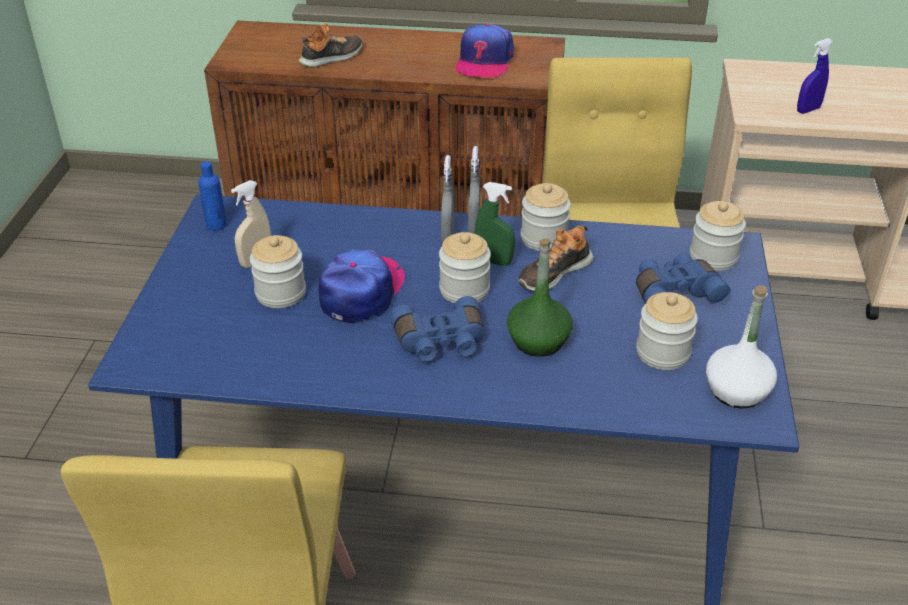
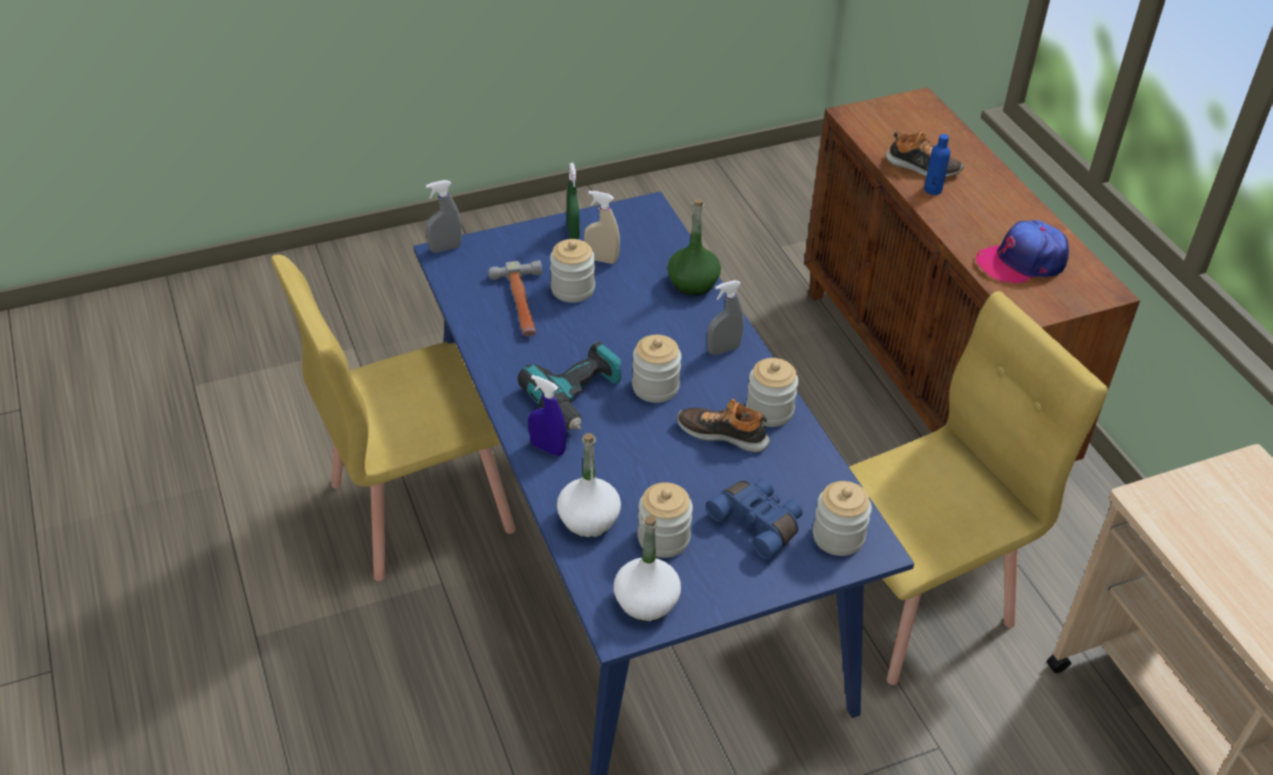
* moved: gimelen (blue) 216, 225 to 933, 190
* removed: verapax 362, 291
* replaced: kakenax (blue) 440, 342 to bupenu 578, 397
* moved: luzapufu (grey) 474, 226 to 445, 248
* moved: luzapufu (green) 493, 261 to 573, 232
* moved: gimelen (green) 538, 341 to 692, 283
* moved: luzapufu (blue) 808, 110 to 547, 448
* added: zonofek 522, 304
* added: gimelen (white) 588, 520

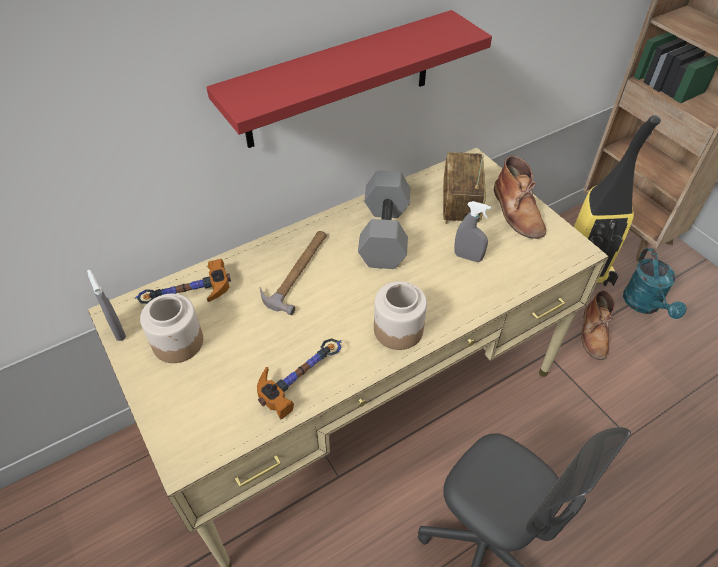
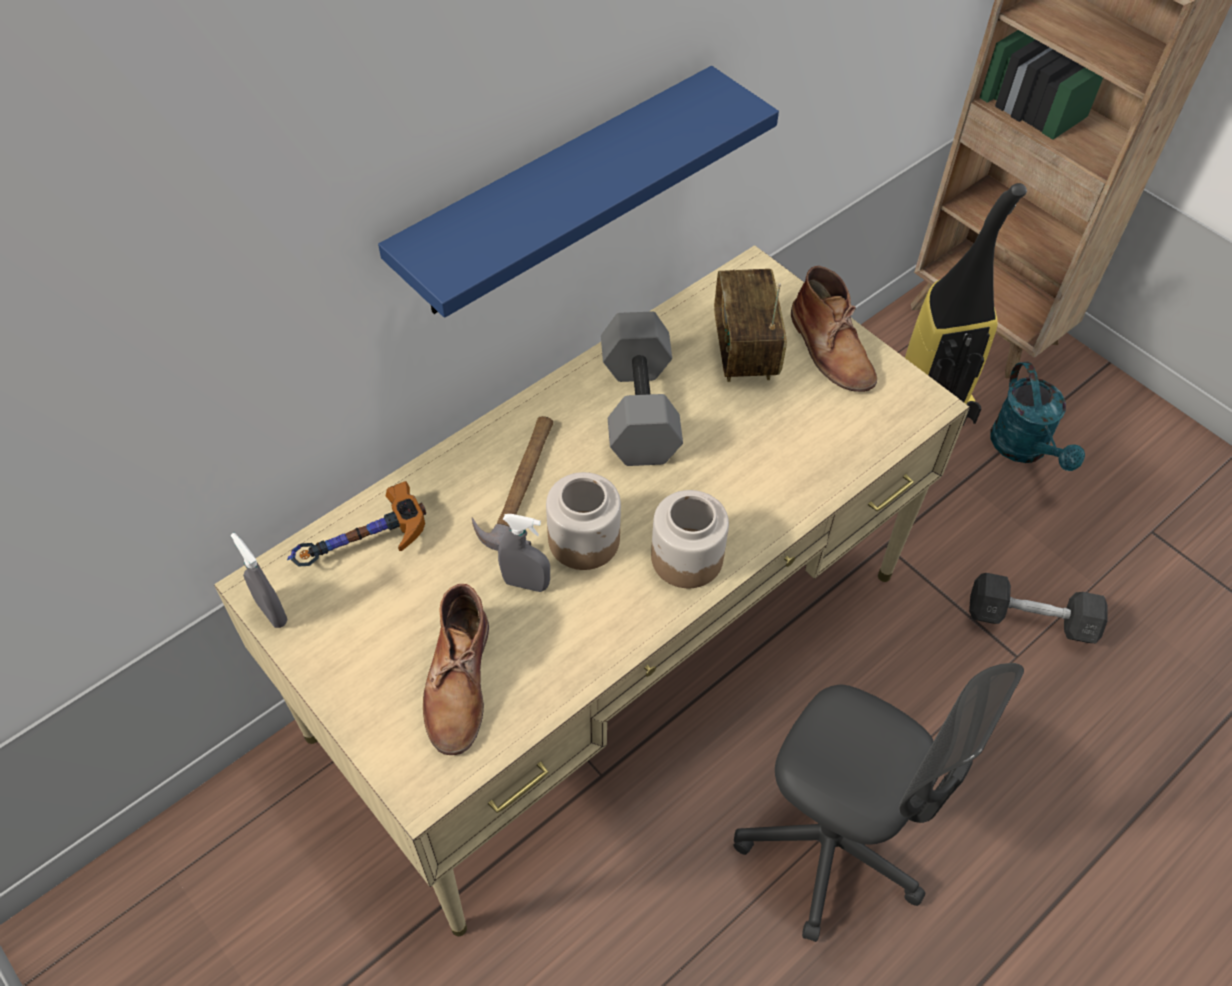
* moved: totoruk 178, 342 to 584, 539
* recoloured: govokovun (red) 339, 80 to govokovun (blue) 557, 195
* removed: zonofek 302, 376
* moved: luzapufu (grey) 468, 257 to 526, 583
* moved: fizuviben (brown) 594, 333 to 458, 682
* added: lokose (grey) 1030, 619

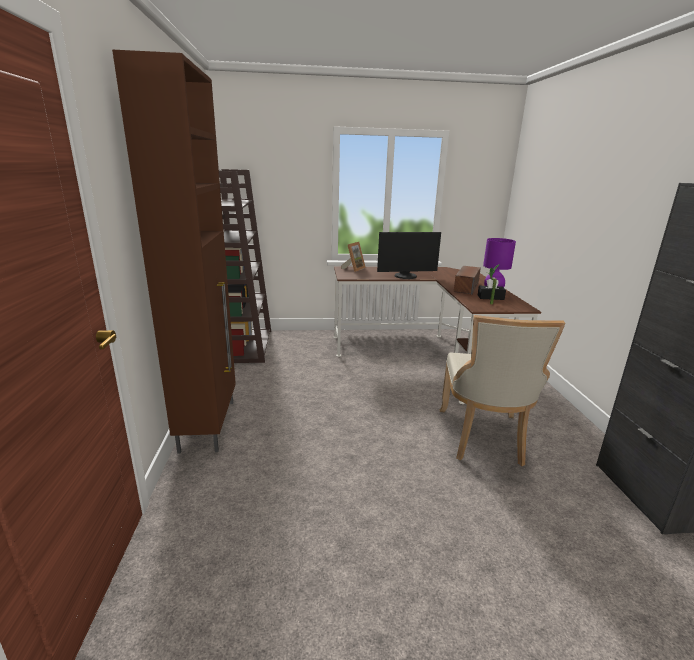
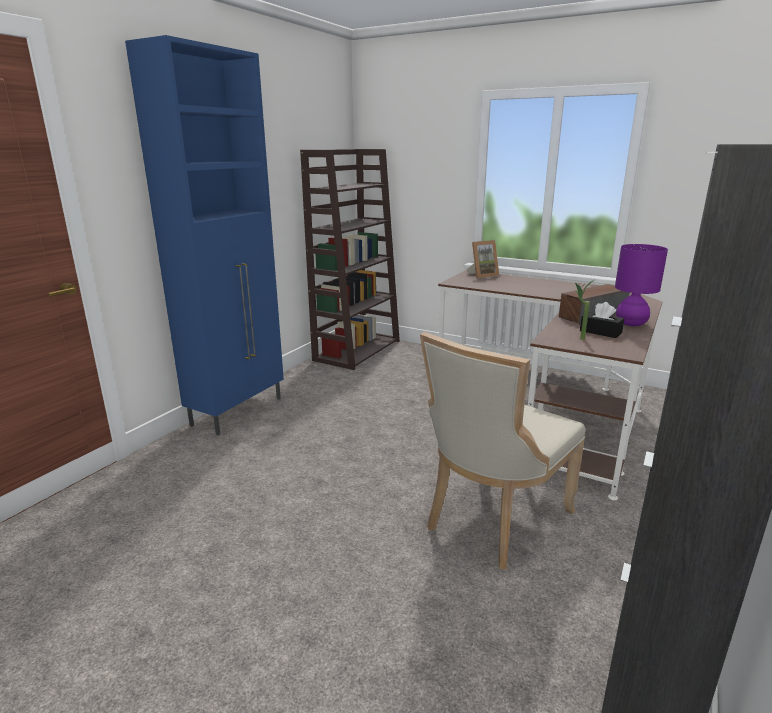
* recoloured: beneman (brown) 209, 424 to beneman (blue) 239, 411
* removed: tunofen 406, 276

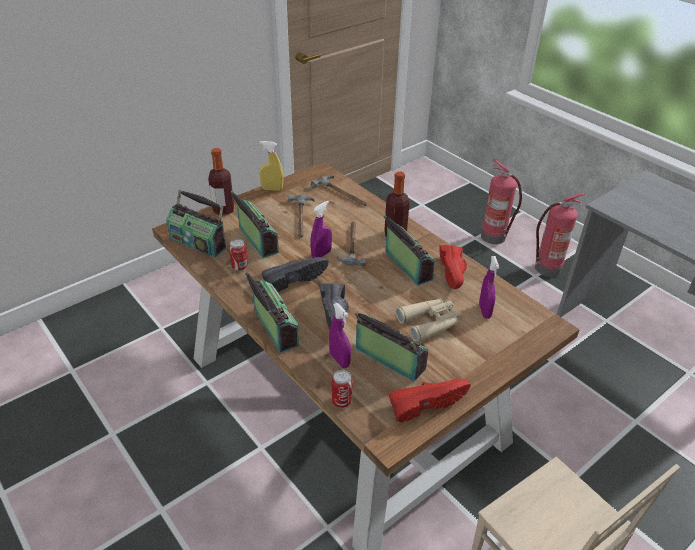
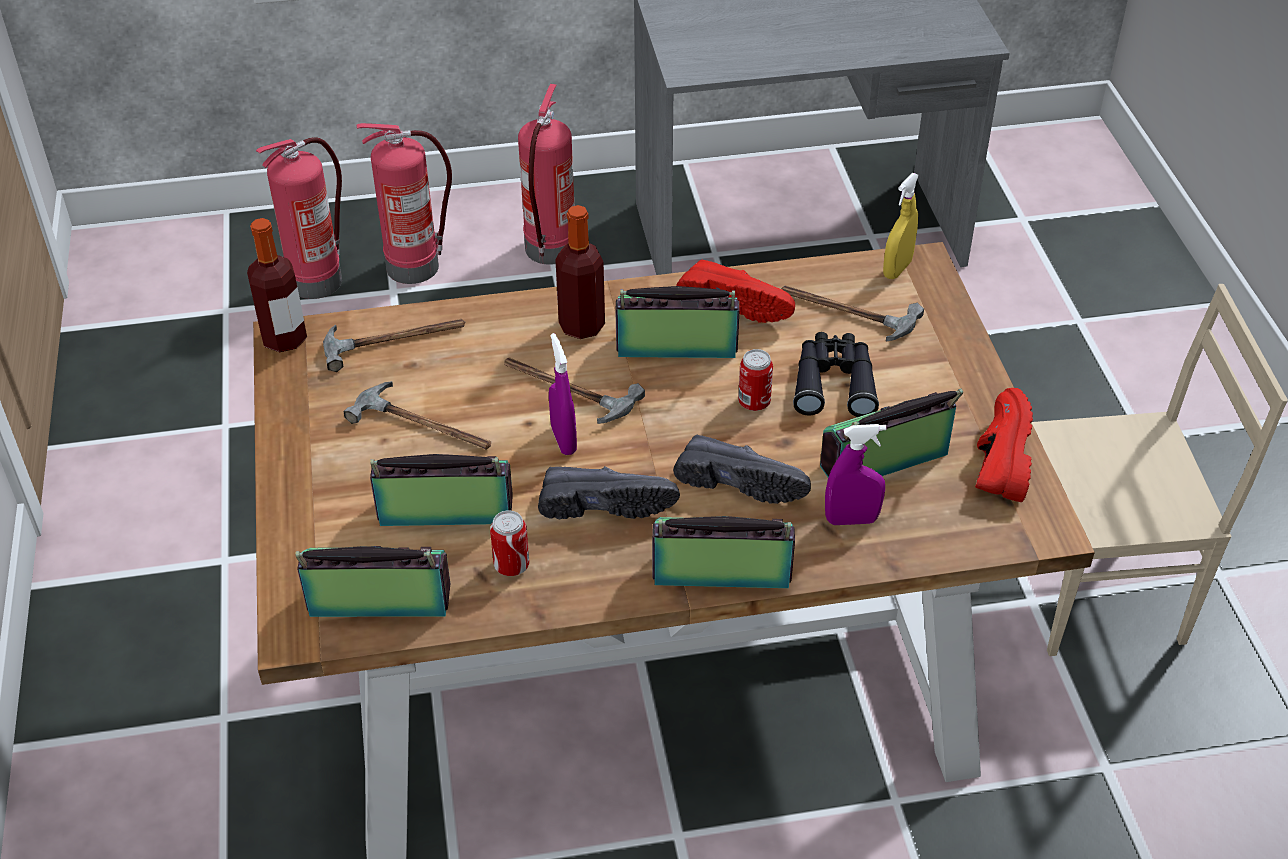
* turned: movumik 199, 242 = 379, 604 150 degrees counterclockwise
* moved: gimelen 223, 210 to 284, 339
* moved: luzapufu (yellow) 272, 189 to 897, 269
* turned: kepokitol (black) 293, 279 = 606, 502 90 degrees clockwise
* moved: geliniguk 341, 401 to 754, 402
* recoloured: kakenax (beige) 430, 323 to kakenax (black) 834, 382
* replaced: luzapufu (purple) 484, 311 to zonofek 846, 313
* added: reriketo 317, 280

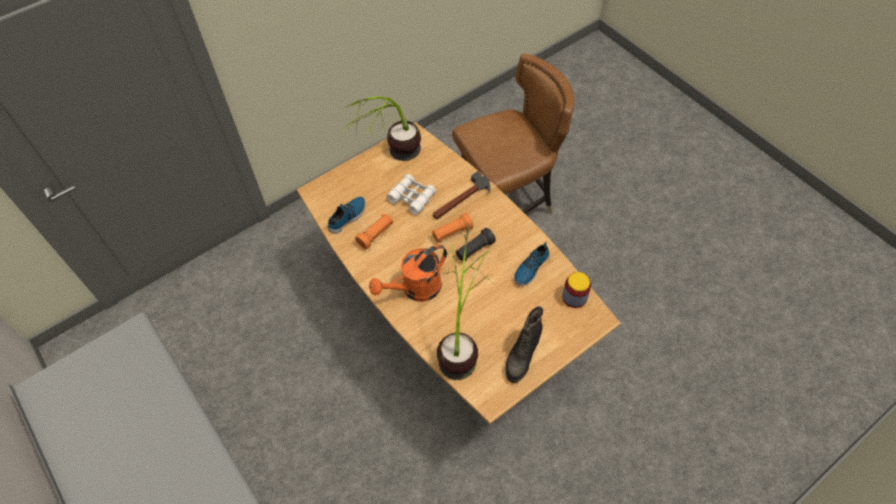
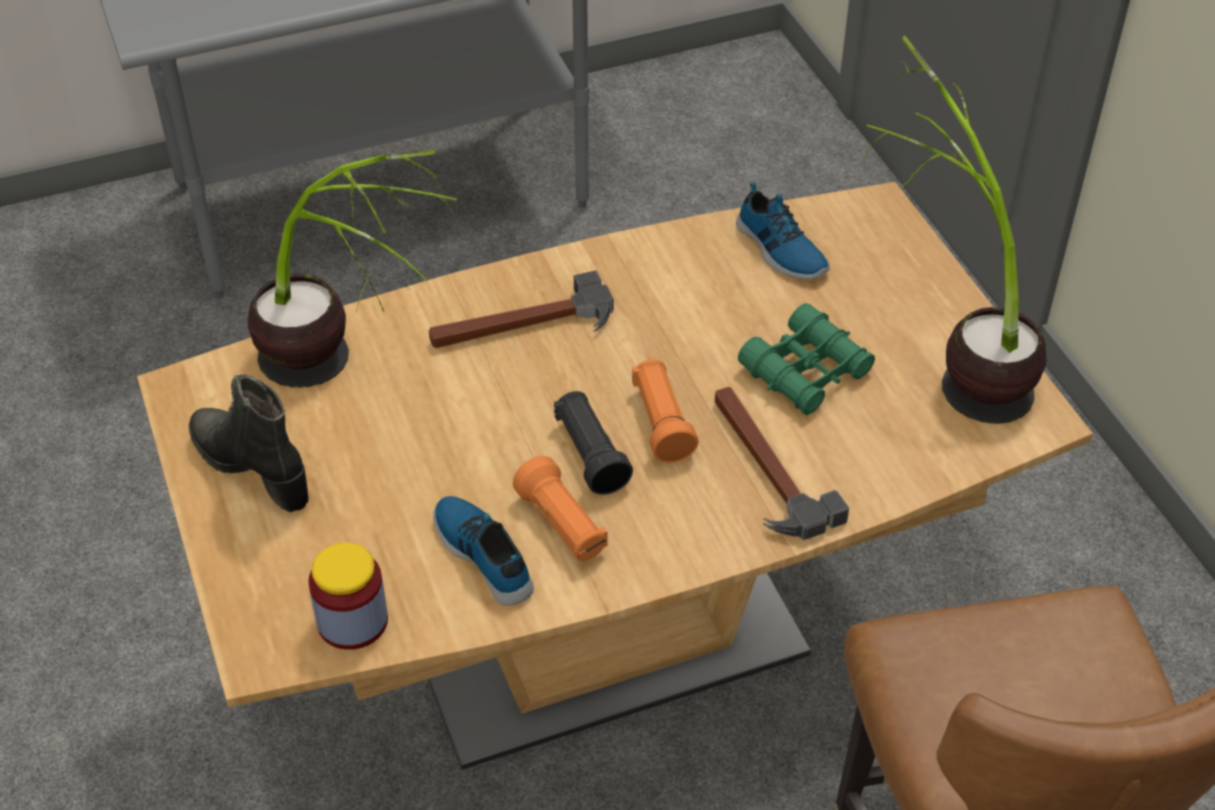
* moved: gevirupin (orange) 376, 235 to 562, 526
* replaced: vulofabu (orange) 415, 289 to zonofek 522, 325
* recoloured: kakenax (white) 412, 197 to kakenax (green) 805, 371

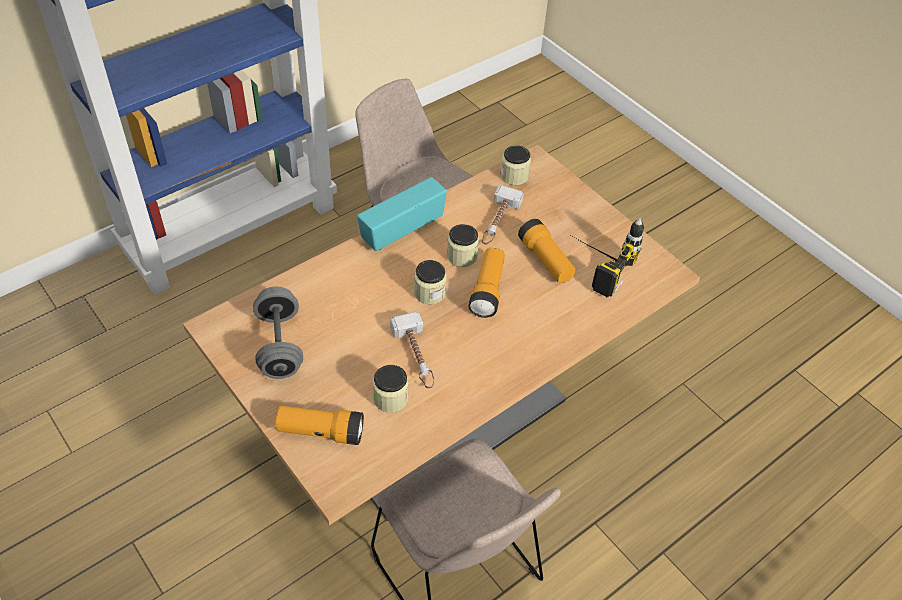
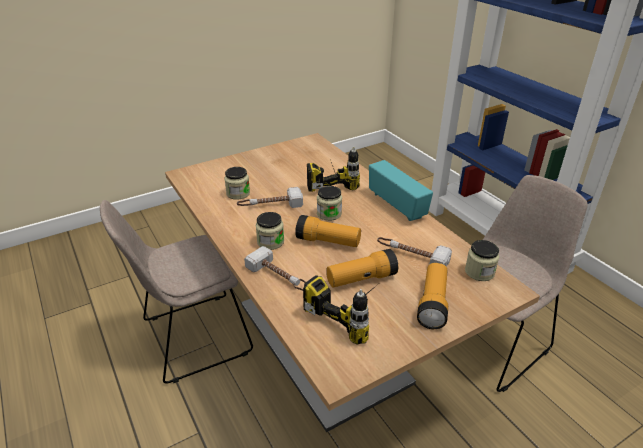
* removed: lokose (grey) 280, 345
* moved: gevirupin 321, 432 to 432, 304
* moved: totoruk 462, 256 to 270, 242
* added: zonofek 280, 277
* added: bupenu 330, 180

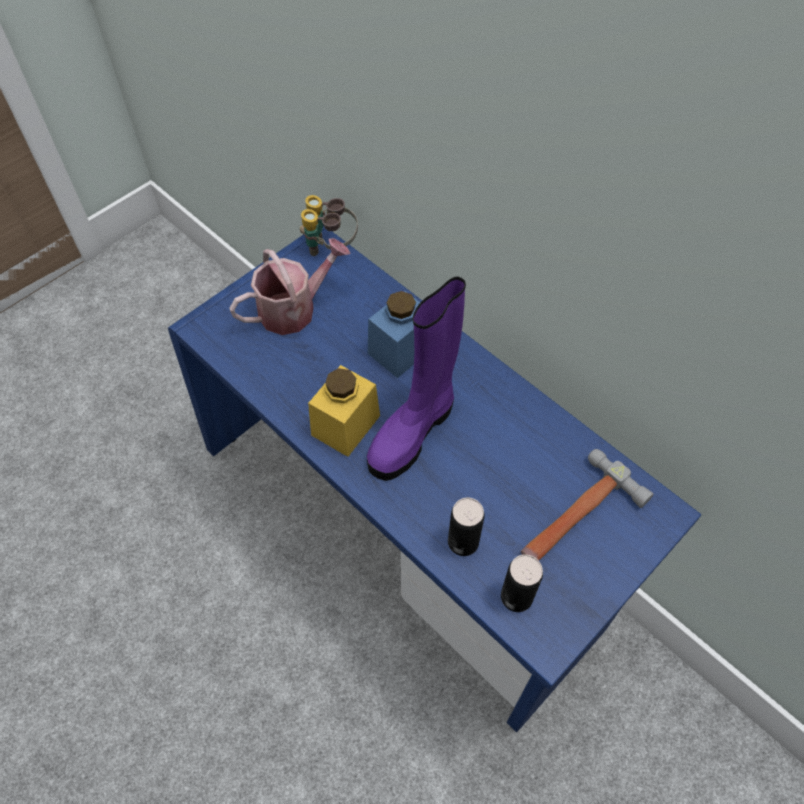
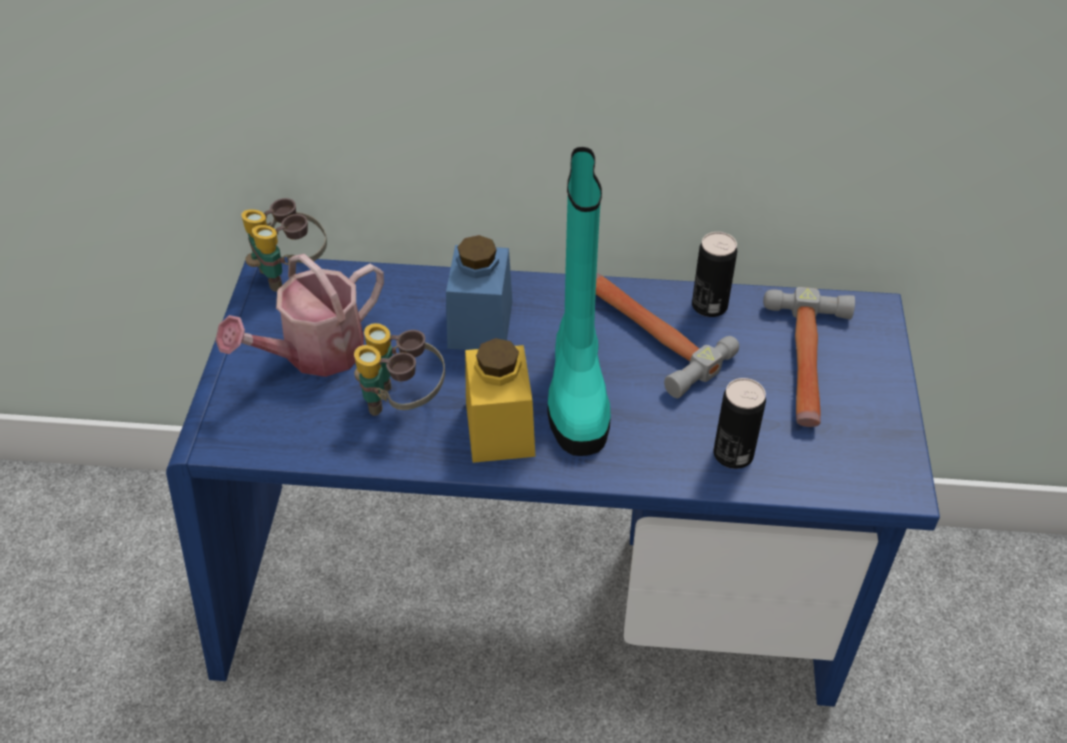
* turned: vulofabu 294, 309 = 314, 354 150 degrees counterclockwise
* recoloured: fizuviben (purple) 413, 432 to fizuviben (turquoise) 577, 390
* moved: geliniguk 516, 597 to 709, 306
* added: kakenax 401, 403
* added: zonofek 648, 332

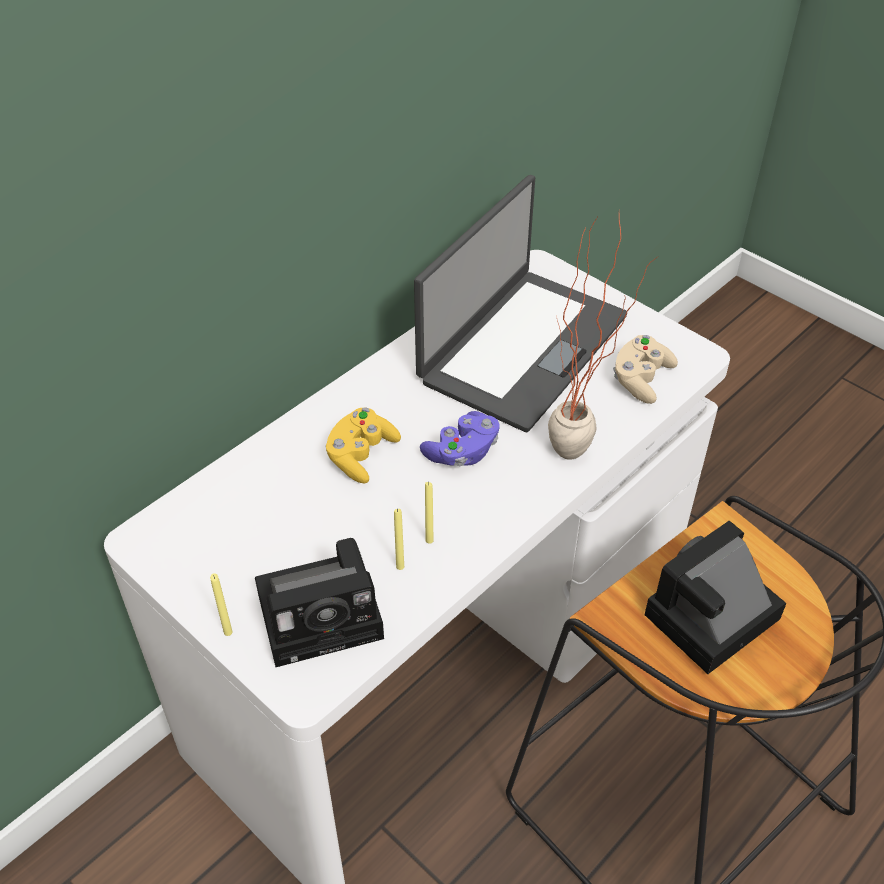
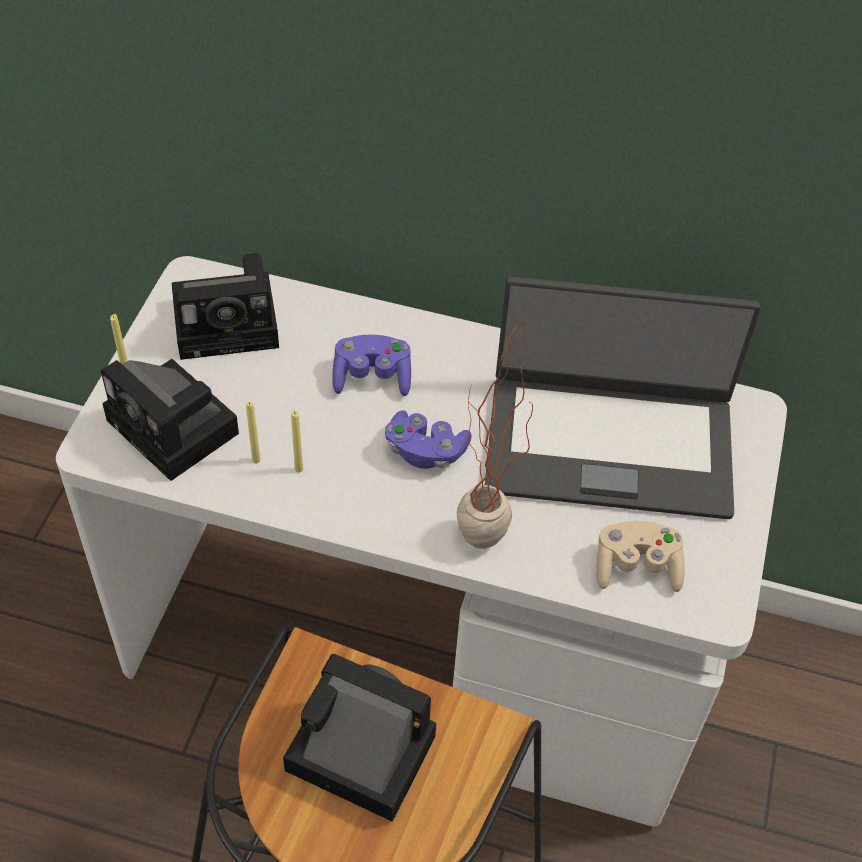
* recoloured: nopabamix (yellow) 361, 455 to nopabamix (purple) 372, 377
* added: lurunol 231, 322

